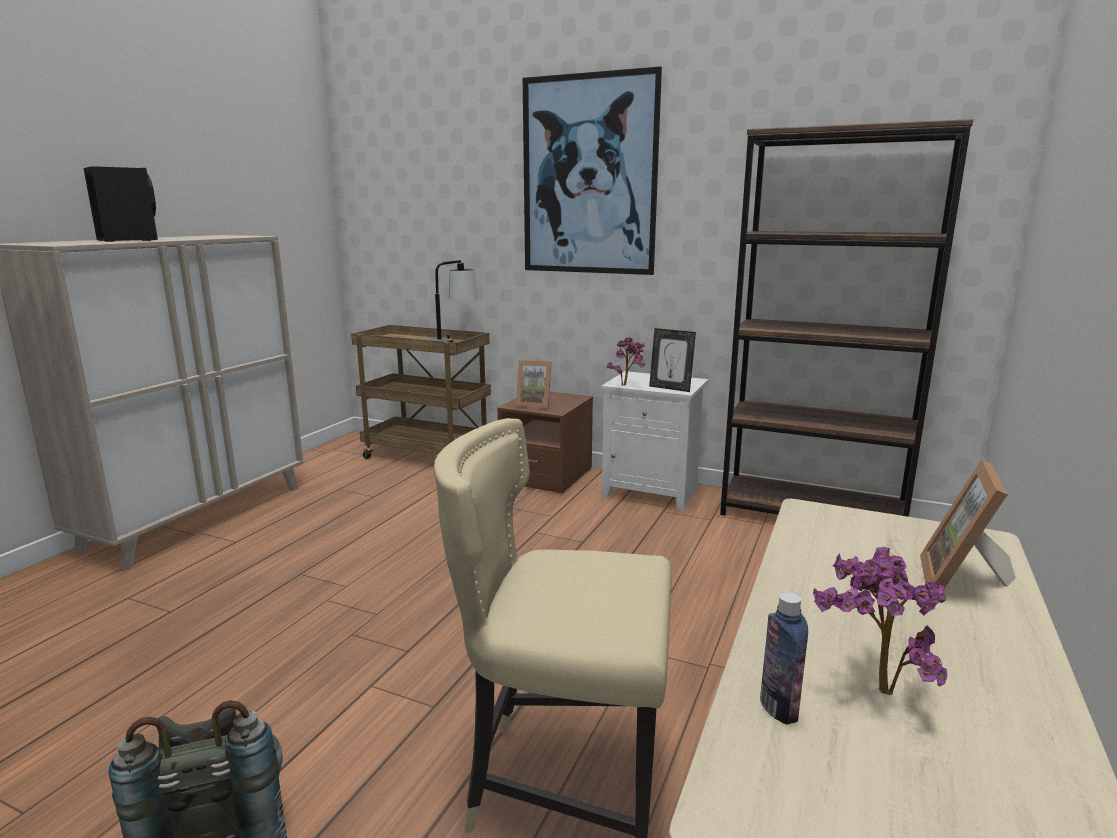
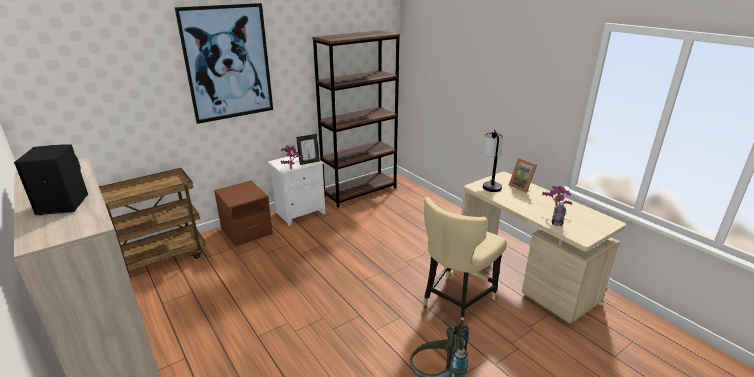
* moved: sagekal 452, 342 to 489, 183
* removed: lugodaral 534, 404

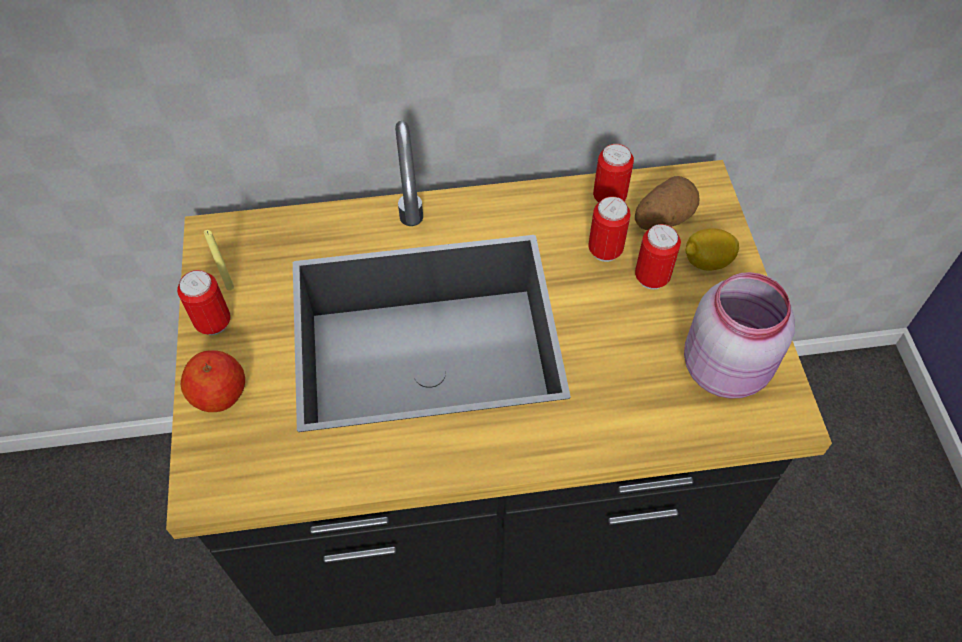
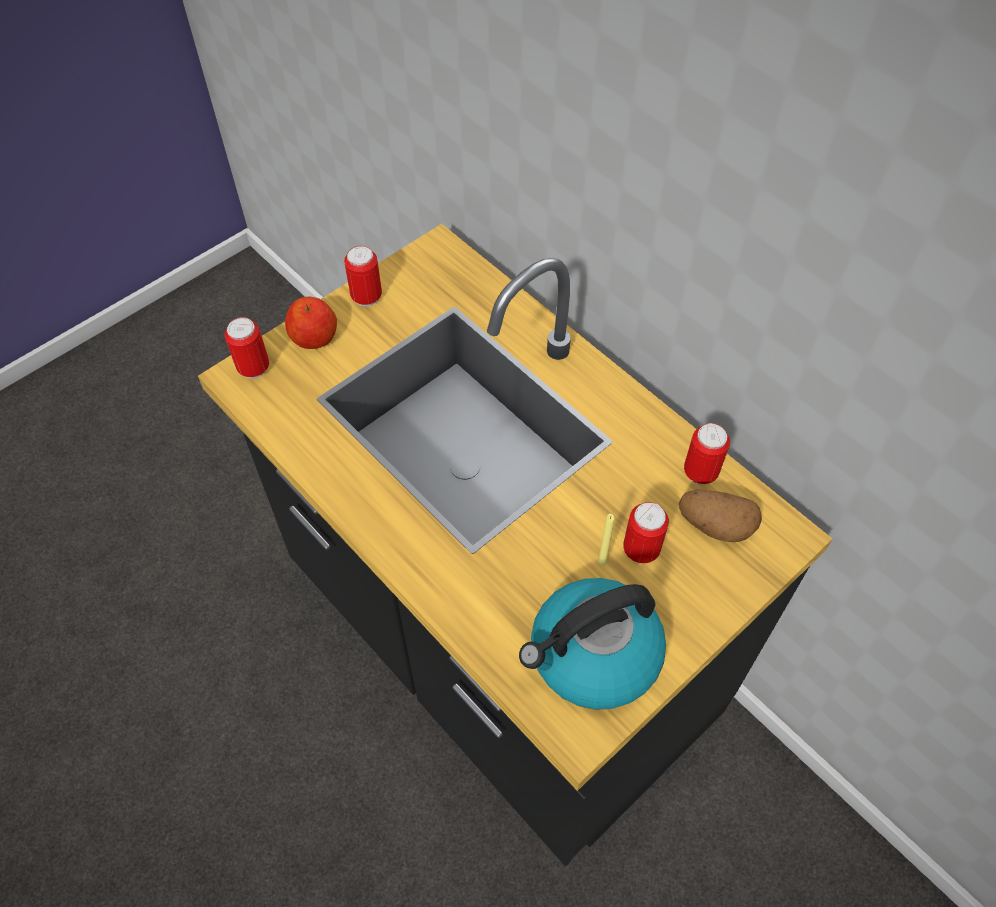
* moved: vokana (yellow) 230, 287 to 602, 562
* moved: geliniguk 605, 250 to 254, 368
* replaced: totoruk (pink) 726, 367 to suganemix 593, 656
* removed: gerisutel 706, 262

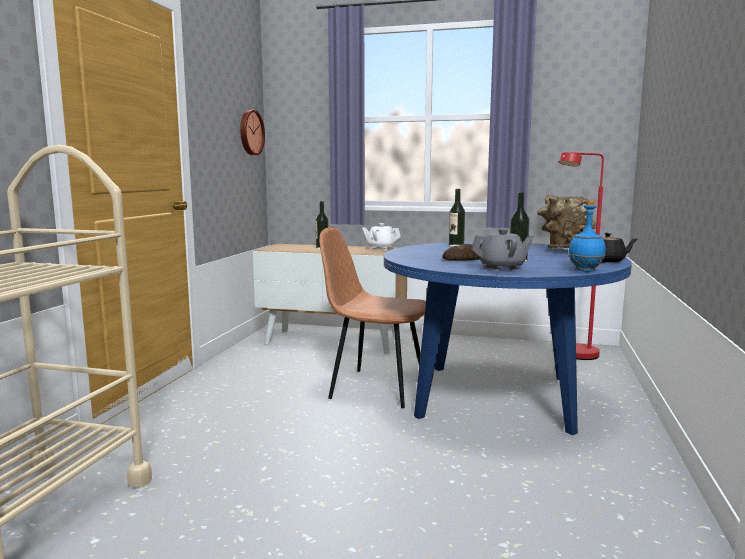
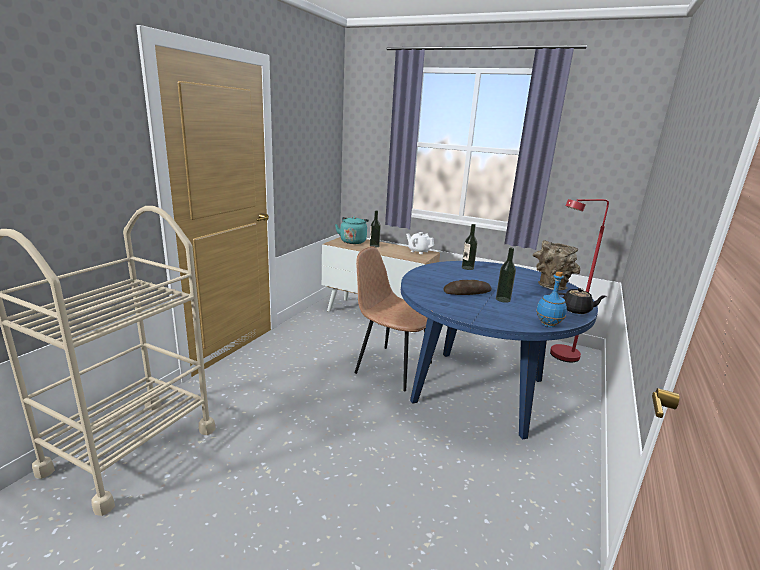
* removed: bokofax 250, 132
* removed: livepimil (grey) 502, 268
* added: suganemix (turquoise) 353, 241

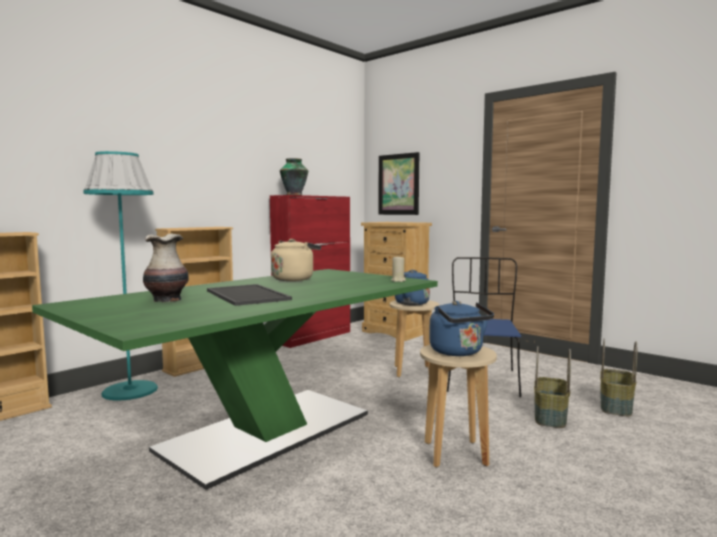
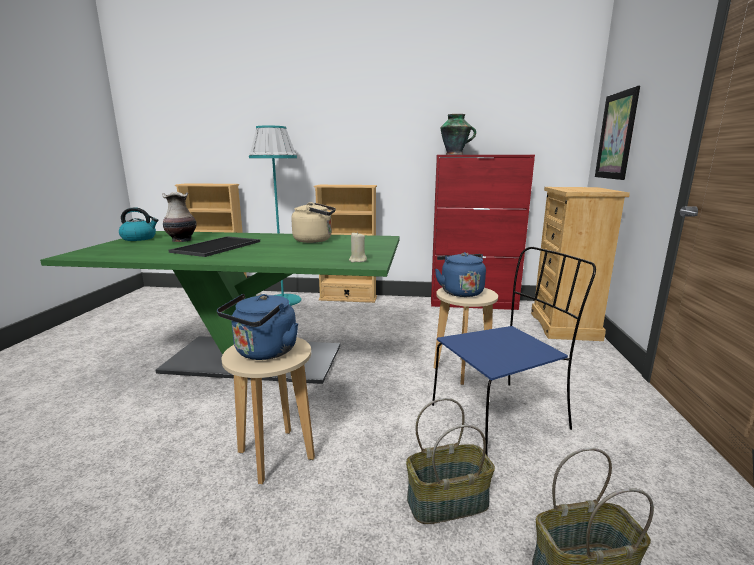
* added: suganemix 139, 238

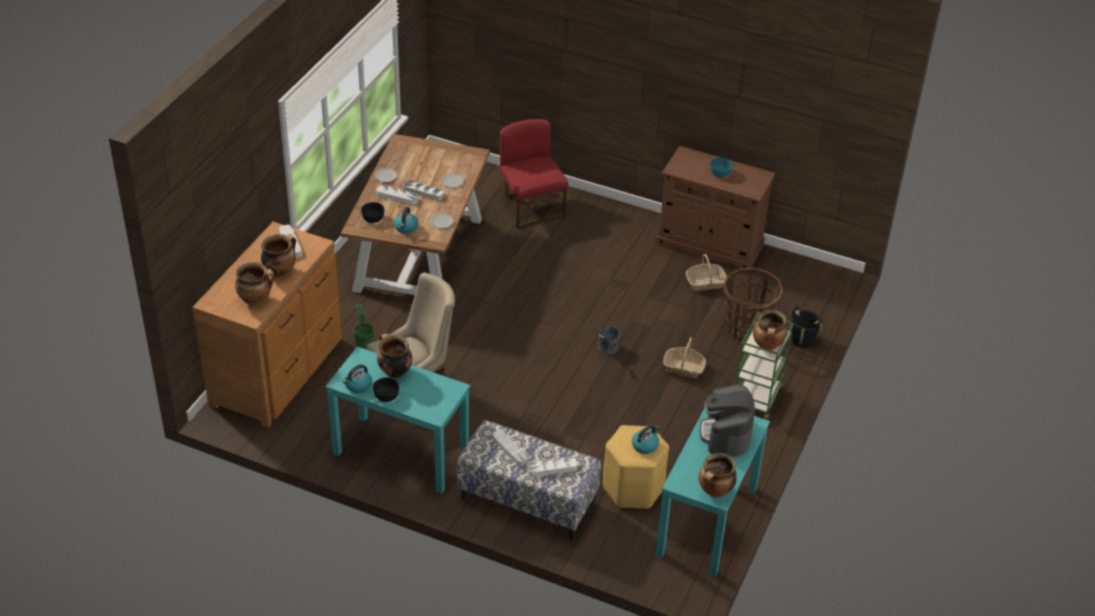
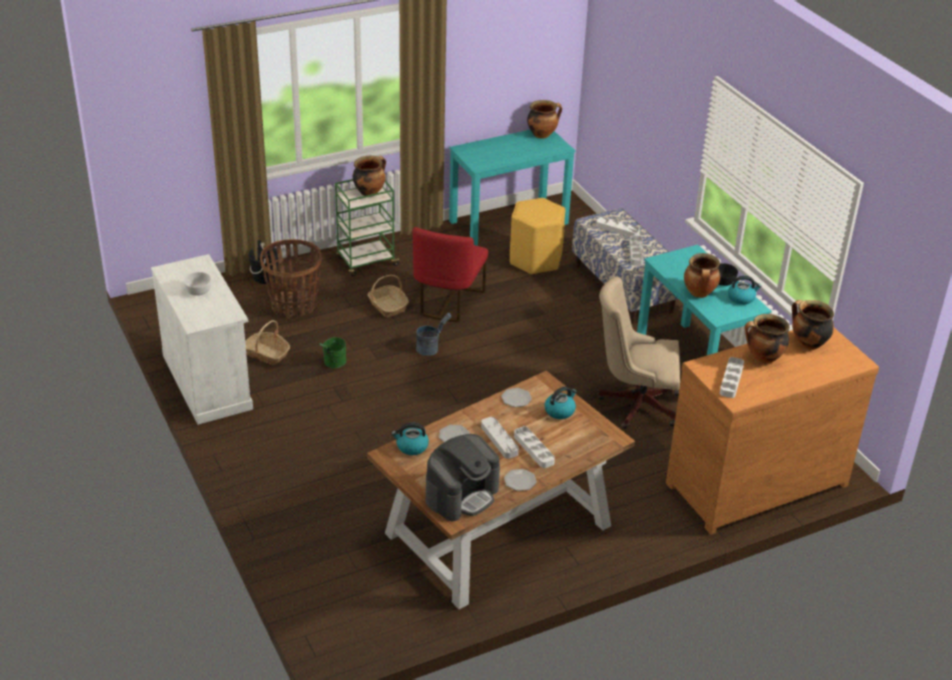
* moved: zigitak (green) 364, 342 to 333, 364
* removed: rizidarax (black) 373, 218
* moved: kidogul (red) 531, 207 to 448, 302
* moved: suganemix 645, 445 to 411, 447
* recoloured: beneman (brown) 709, 244 to beneman (white) 207, 382
* moved: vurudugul 726, 434 to 462, 494
* recoloured: rizidarax (turquoise) 720, 173 to rizidarax (white) 198, 290

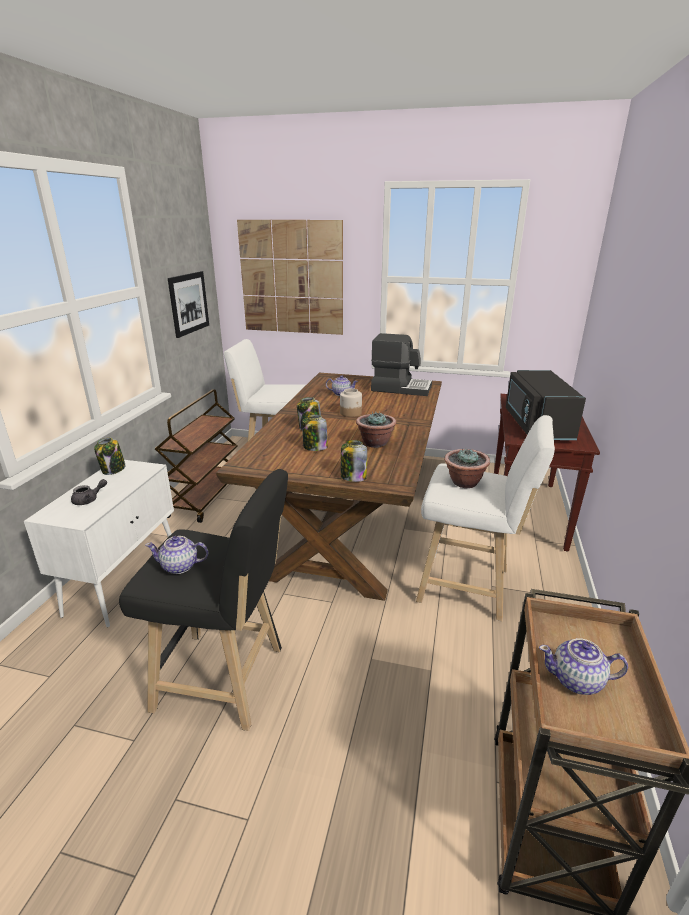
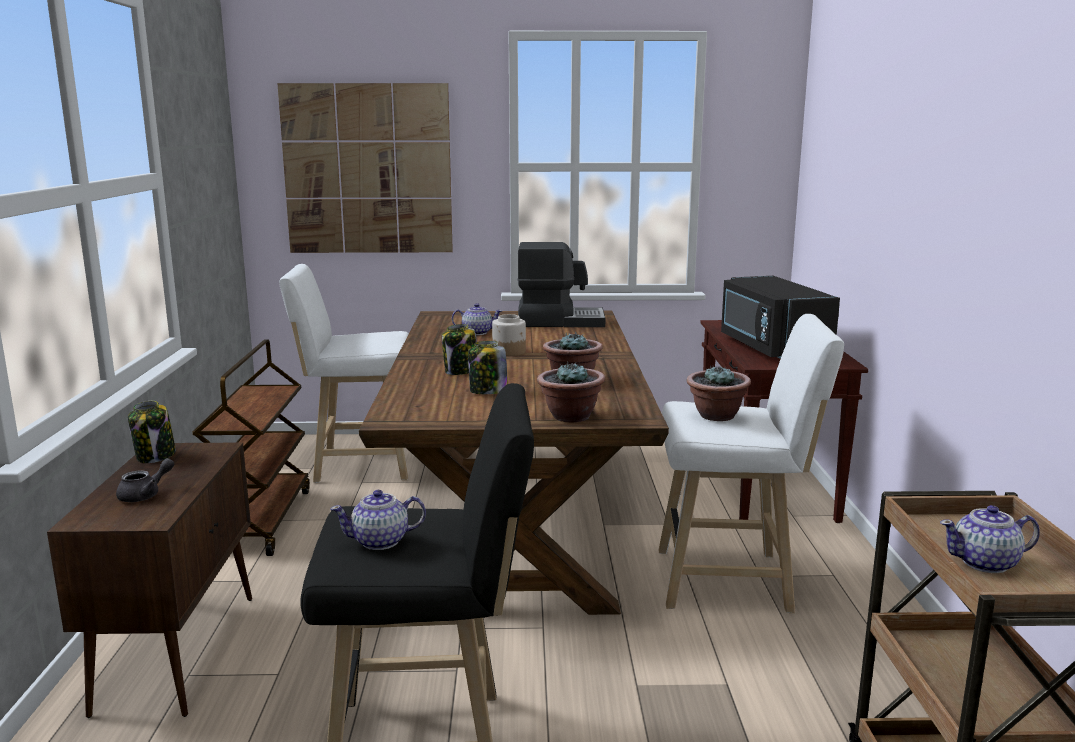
* recoloured: beneman (white) 124, 581 to beneman (brown) 178, 651
* removed: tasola 189, 303
* replaced: totoruk 353, 477 to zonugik 570, 416

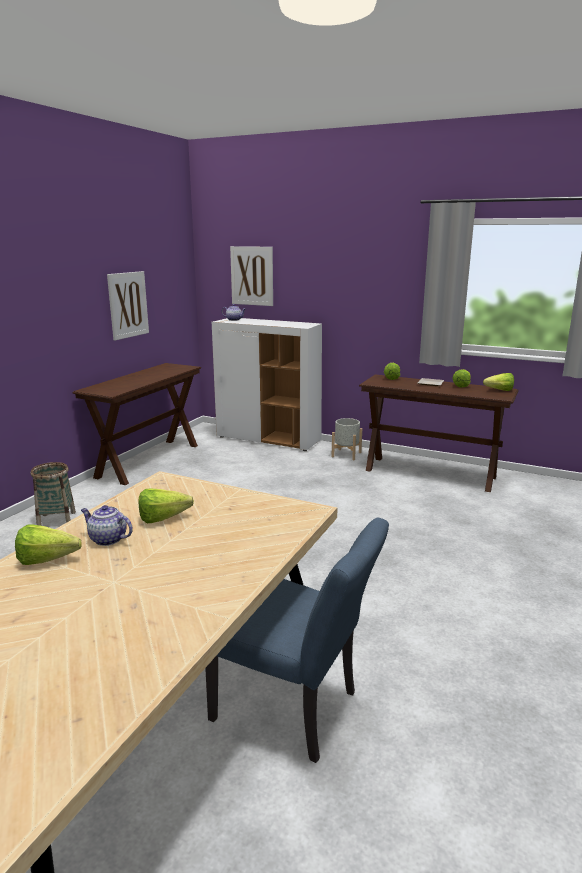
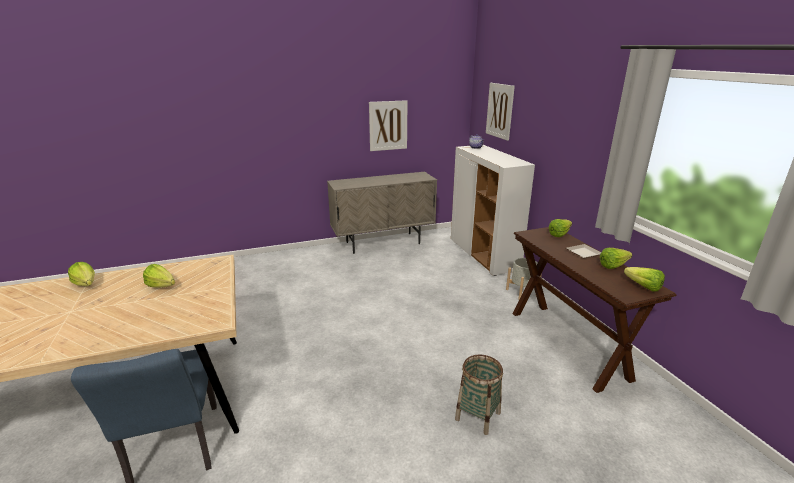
* moved: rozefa 56, 520 to 477, 416
* replaced: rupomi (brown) 149, 460 to beneman (beige) 383, 243
* removed: livepimil 107, 539

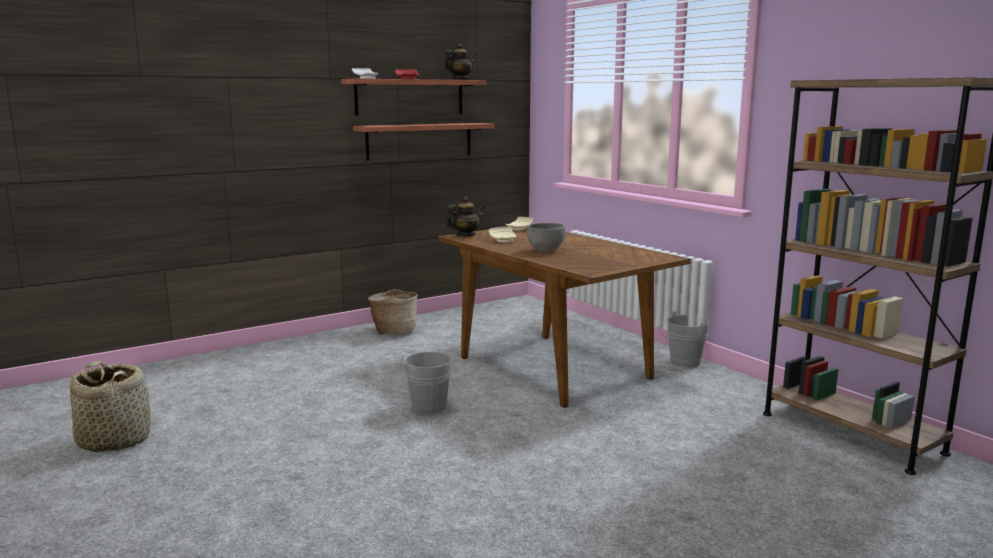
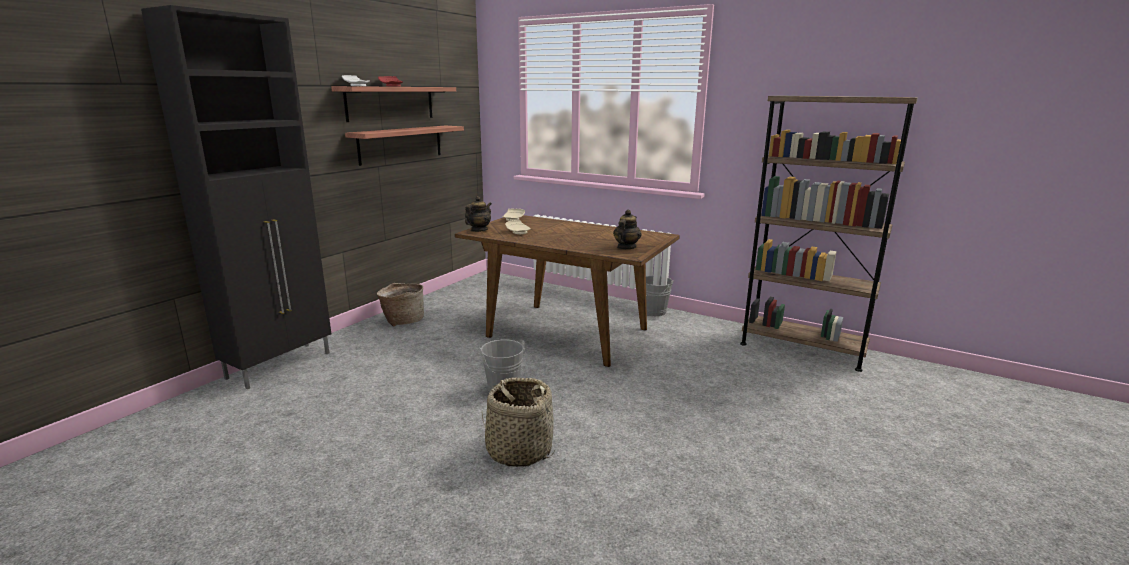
* moved: rozefa 115, 440 to 519, 450
* moved: livepimil 459, 79 to 626, 247
* removed: rizidarax (grey) 545, 250
* added: beneman (black) 281, 365

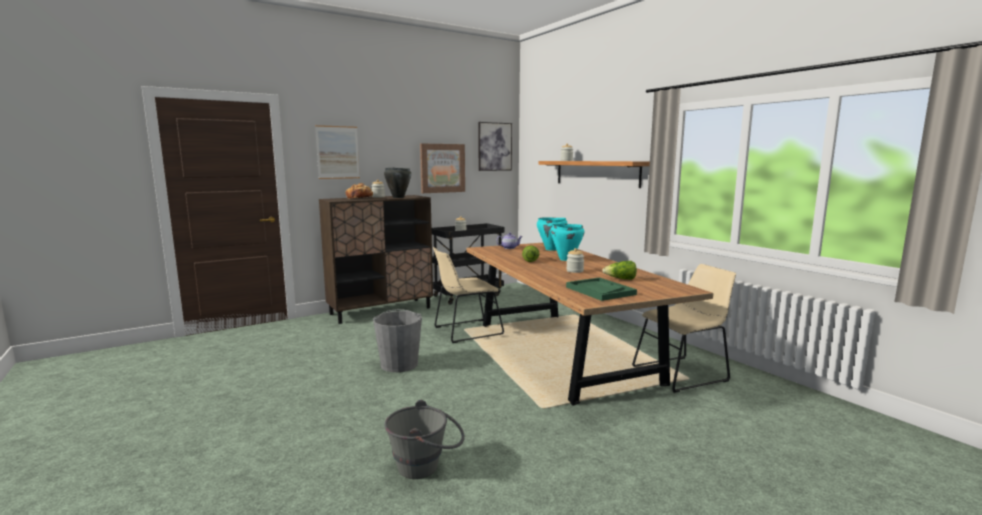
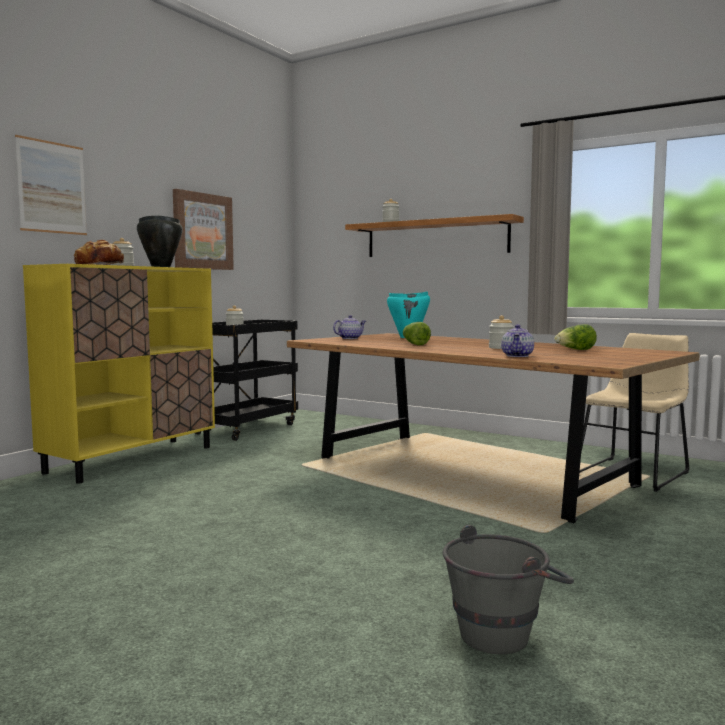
* recoloured: beneman (brown) 381, 311 to beneman (yellow) 132, 459
* removed: zigitak (grey) 399, 364
* removed: kidogul (beige) 465, 331
* removed: tasola 494, 146
* removed: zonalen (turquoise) 565, 259
* removed: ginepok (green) 600, 291
* added: livepimil 517, 356

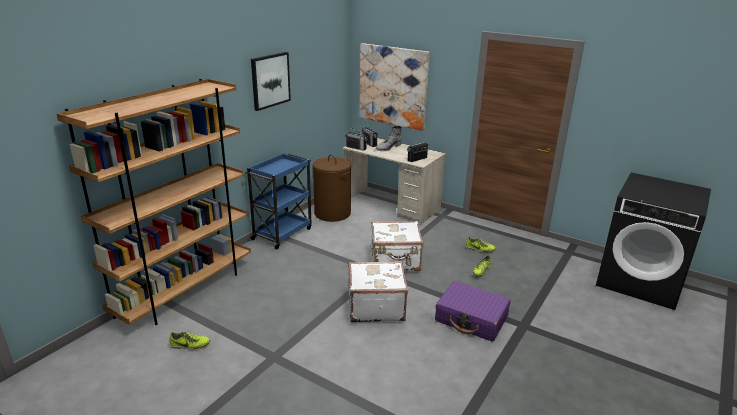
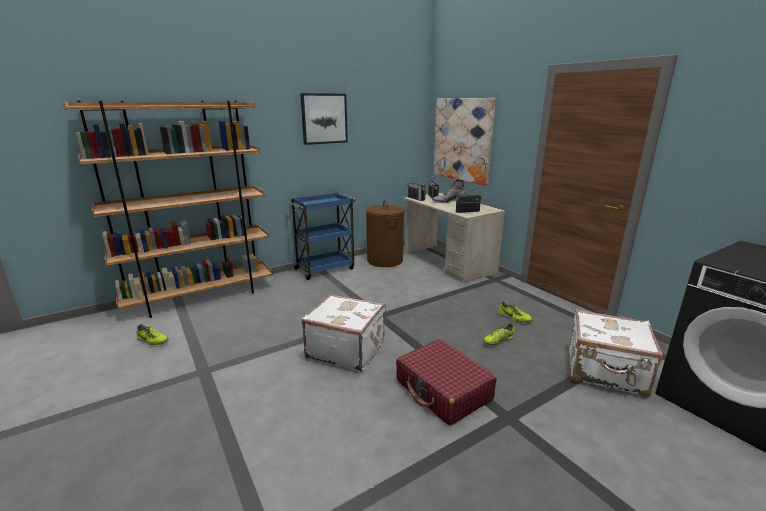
* moved: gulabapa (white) 395, 261 to 606, 372
* recoloured: gulabapa (purple) 471, 319 to gulabapa (red) 443, 390

